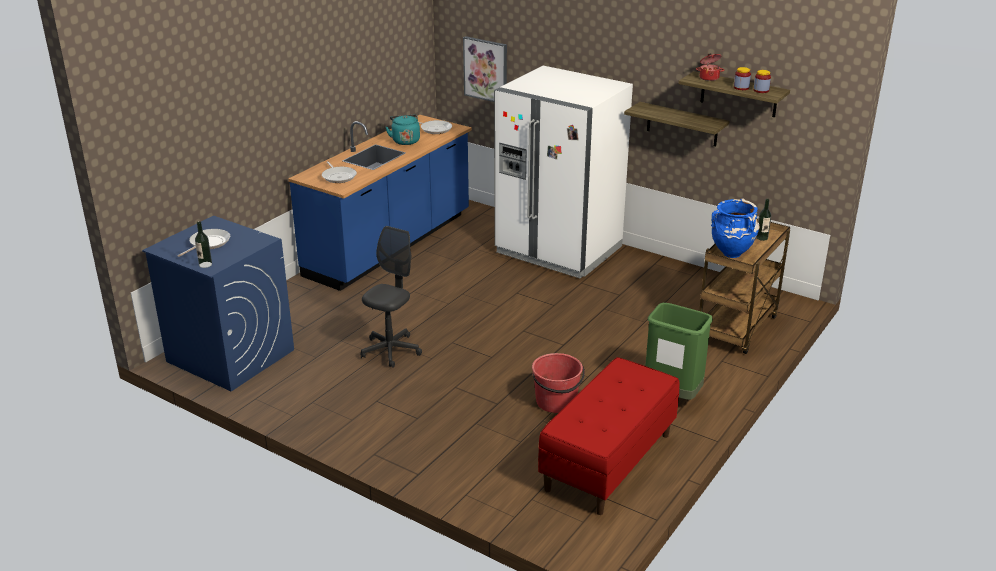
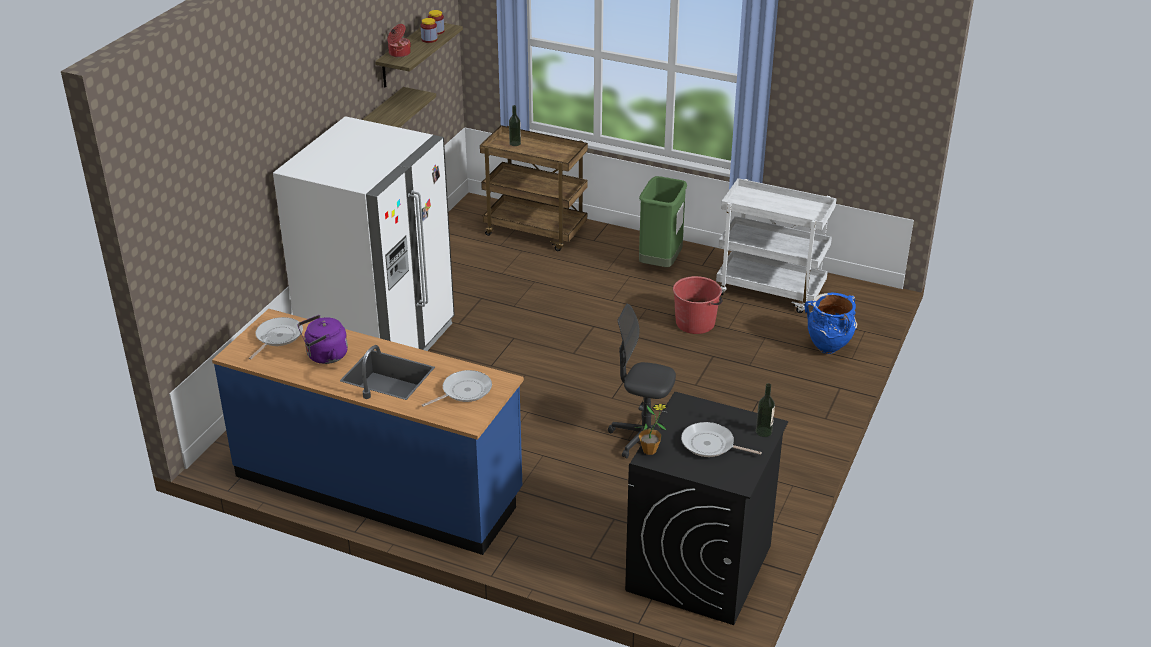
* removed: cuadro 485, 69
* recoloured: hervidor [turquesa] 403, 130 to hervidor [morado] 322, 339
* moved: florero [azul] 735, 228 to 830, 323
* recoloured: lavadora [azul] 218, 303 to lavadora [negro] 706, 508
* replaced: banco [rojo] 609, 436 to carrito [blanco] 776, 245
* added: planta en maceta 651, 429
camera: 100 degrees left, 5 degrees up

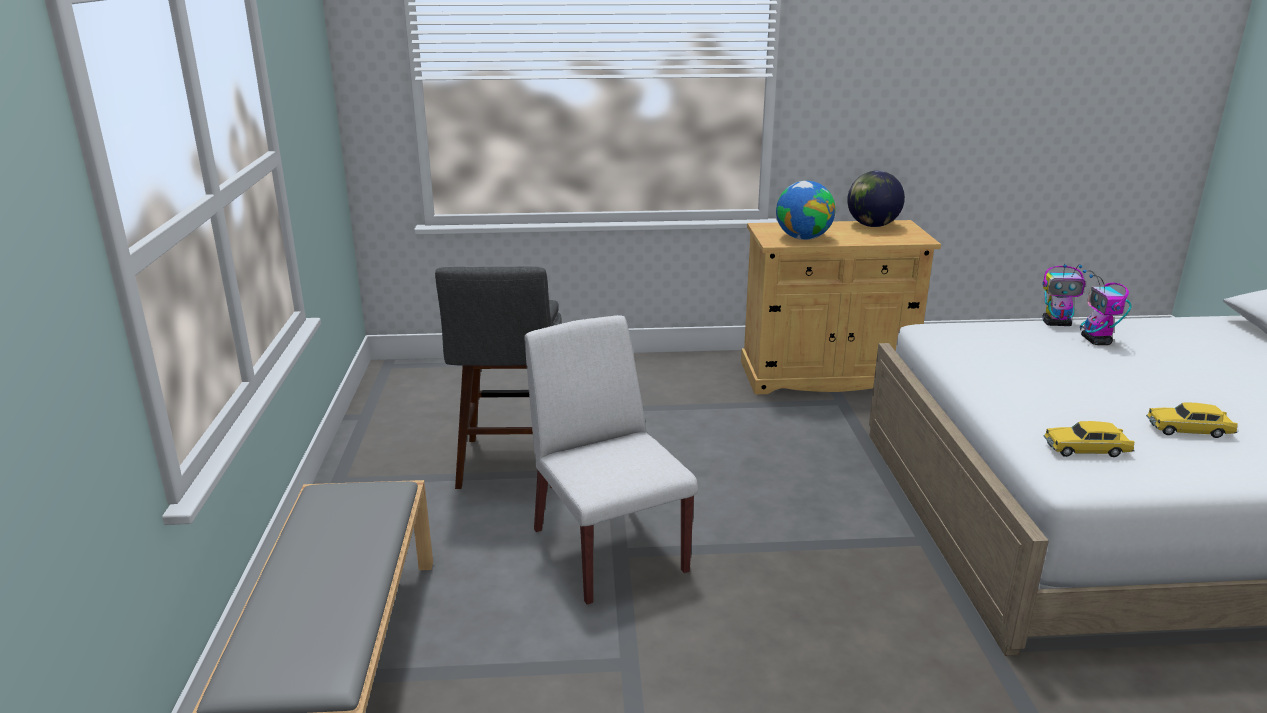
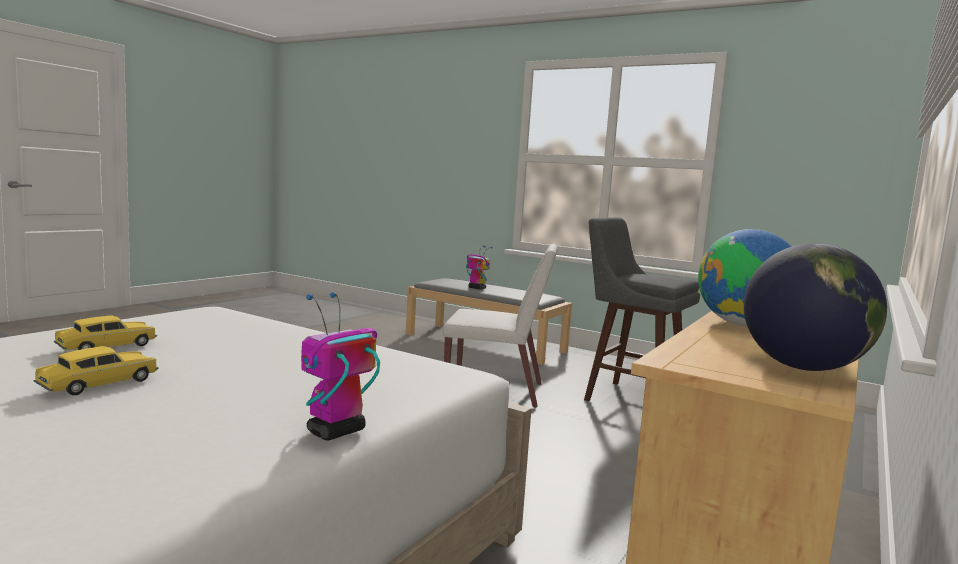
* moved: robot de juguete 1106, 307 to 479, 268
* moved: coche de juguete [amarillo] 1088, 439 to 96, 370
camera: 125 degrees right, 15 degrees down

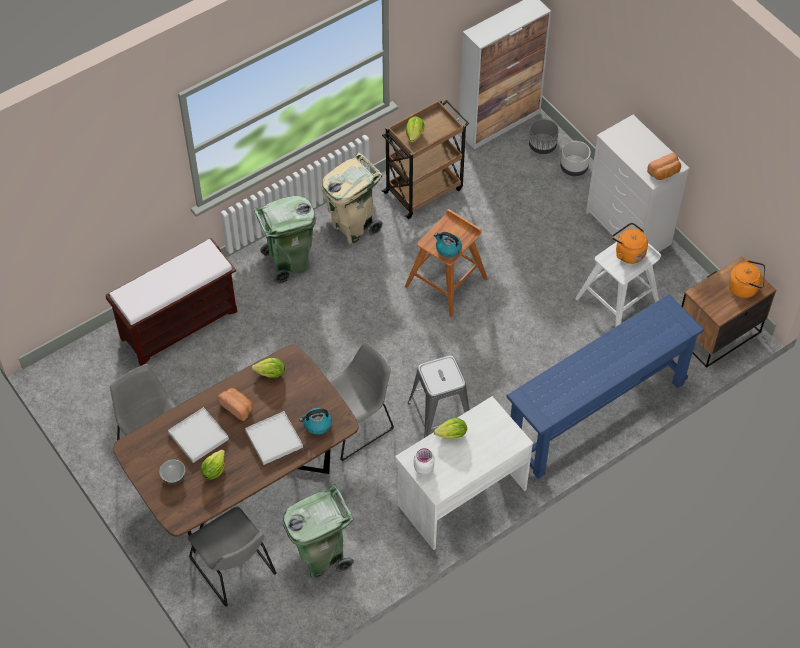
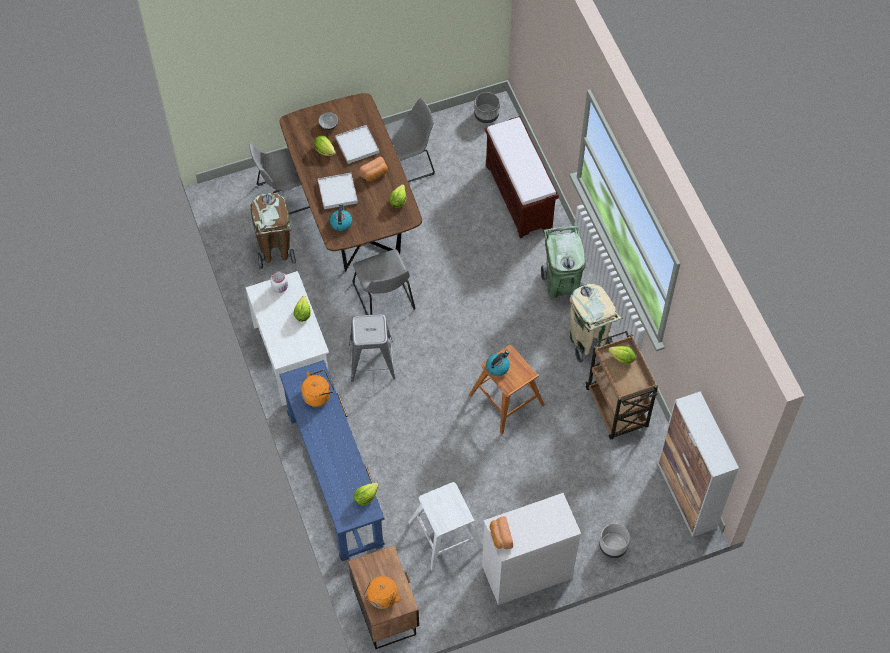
* moved: maceta [gris] 544, 136 to 487, 108
* moved: hervidor [naranja] 630, 243 to 317, 388
* recoloured: papelera [verde] 318, 531 to papelera [marrón] 273, 231
* added: lechuga 366, 493
camera: 105 degrees right, 5 degrees up

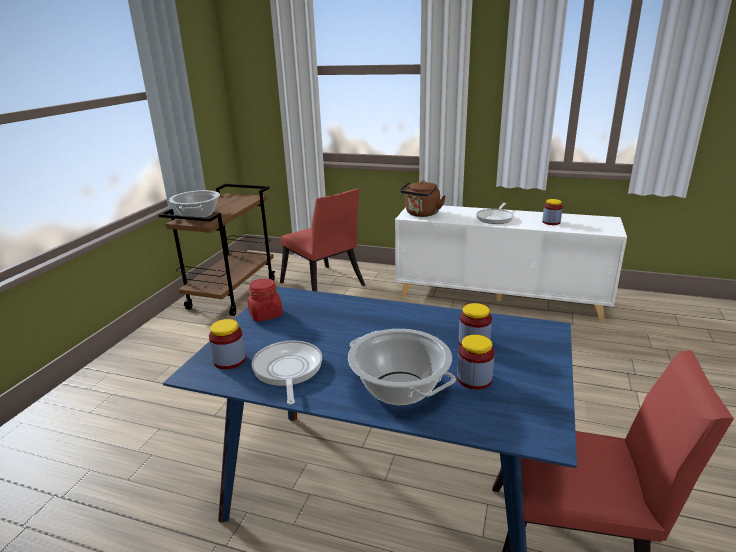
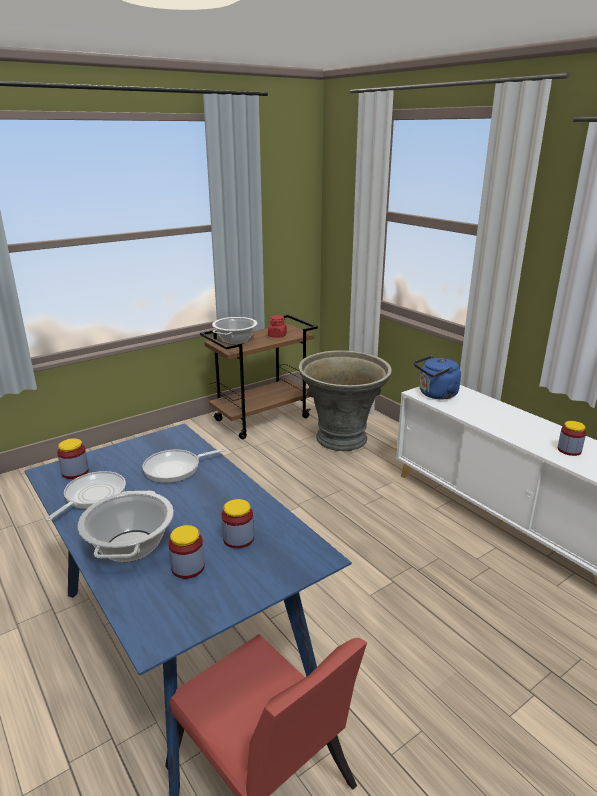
* recoloured: hervidor [marrón] 423, 199 to hervidor [azul] 437, 377
* replaced: silla [rojo] 322, 240 to maceta [gris] 345, 400
* moved: sartén 495, 213 to 184, 465
* moved: tarro [rojo] 265, 299 to 277, 326
camera: 35 degrees right, 0 degrees up

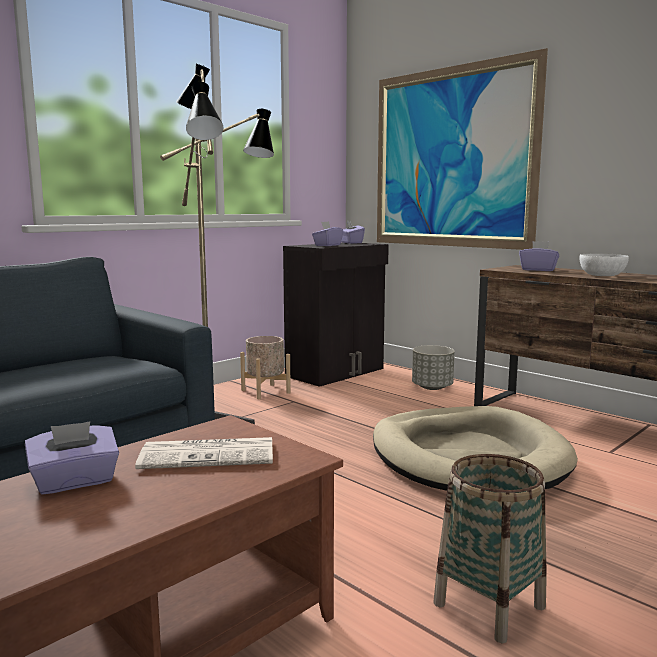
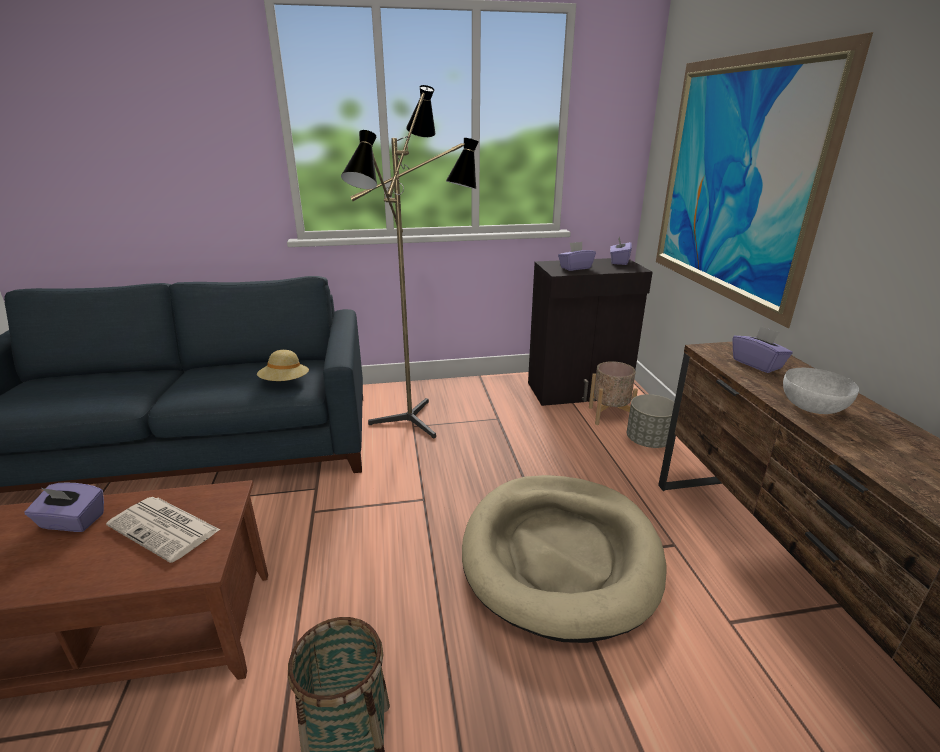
* moved: maceta [beis] 265, 367 to 613, 393
* added: sombrero [beis] 283, 365
camera: 35 degrees right, 15 degrees up

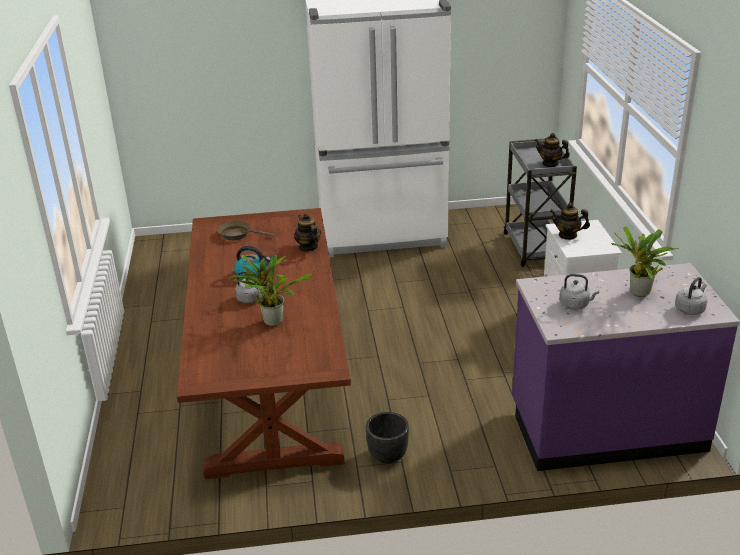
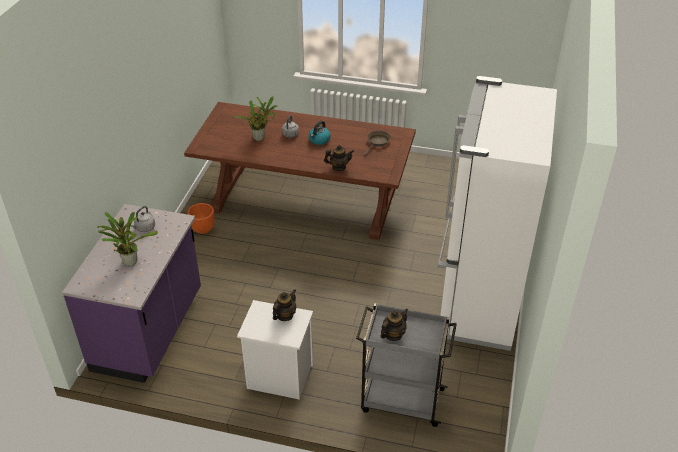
* removed: hervidor [gris] 691, 296
* recoloured: maceta [negro] 387, 438 to maceta [naranja] 201, 218
camera: 110 degrees right, 10 degrees up

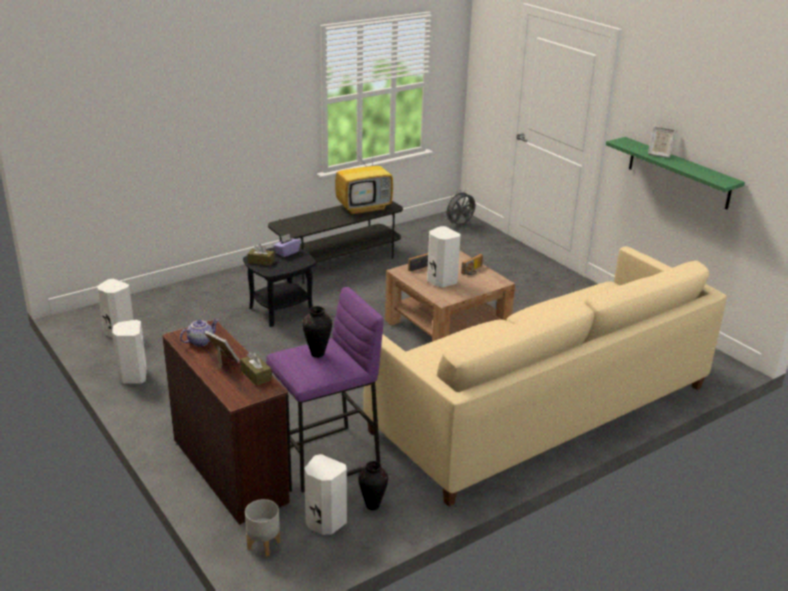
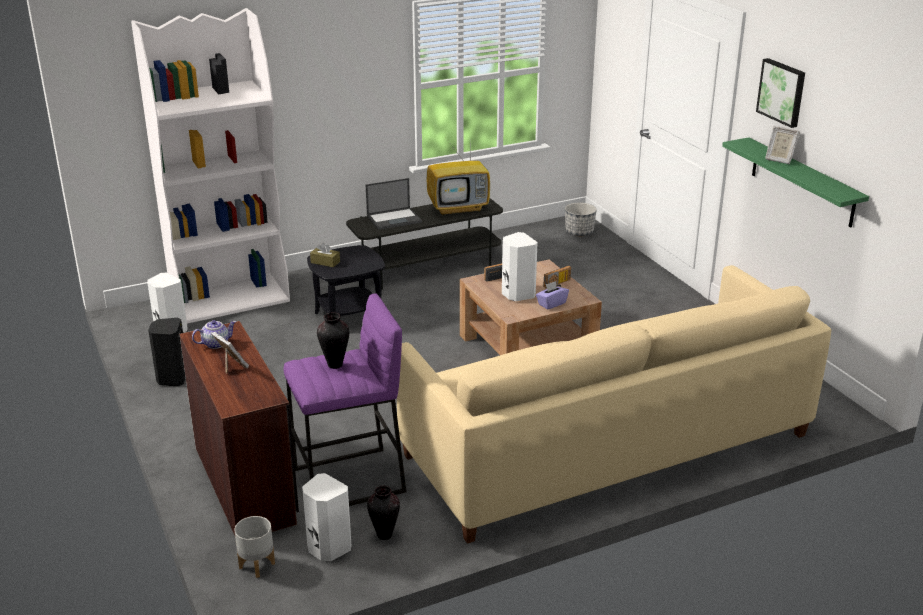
* replaced: ventilador [gris] 460, 207 to maceta 581, 219
* moved: caja de pañuelos [morado] 287, 245 to 552, 295
* recoloured: altavoz [blanco] 129, 352 to altavoz [negro] 167, 352
* removed: caja de pañuelos [marrón] 256, 369
* added: estantería [blanco] 210, 166
* added: cuadro 780, 93
* added: portátil 394, 204
camera: 10 degrees right, 0 degrees up

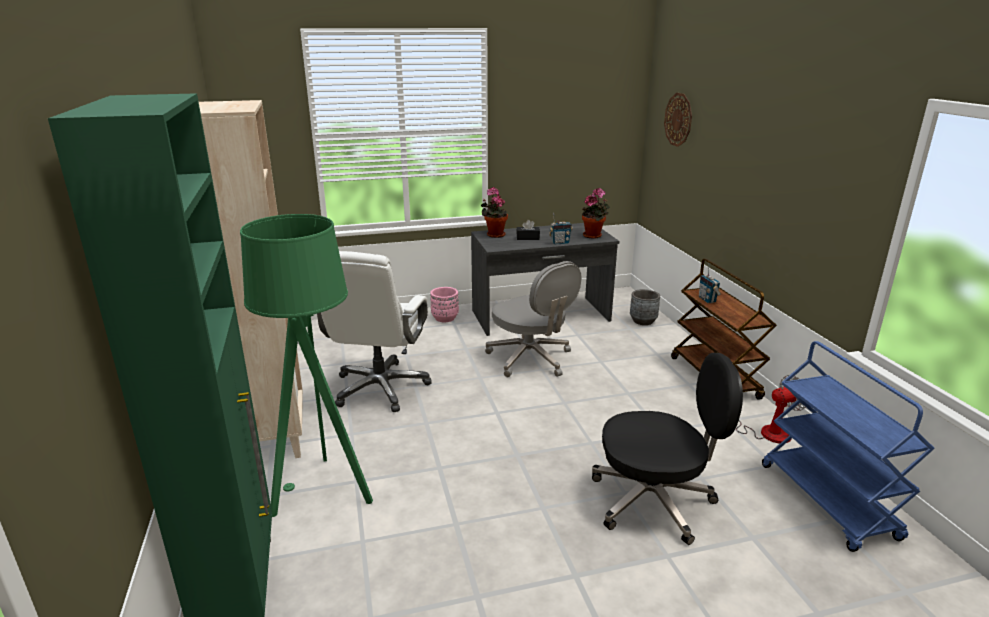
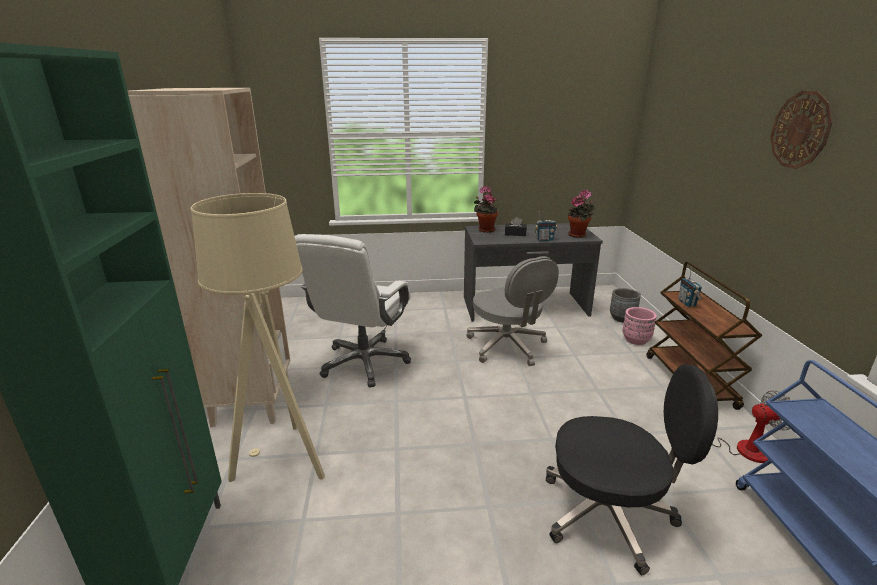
* moved: reloj de pared 678, 120 to 801, 130
* recoloured: lámpara de pie [verde] 306, 365 to lámpara de pie [beis] 258, 337
* moved: maceta [rosa] 444, 304 to 639, 326
camera: 10 degrees right, 0 degrees up

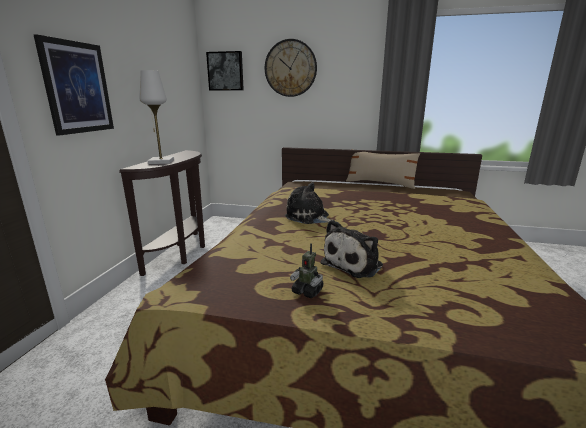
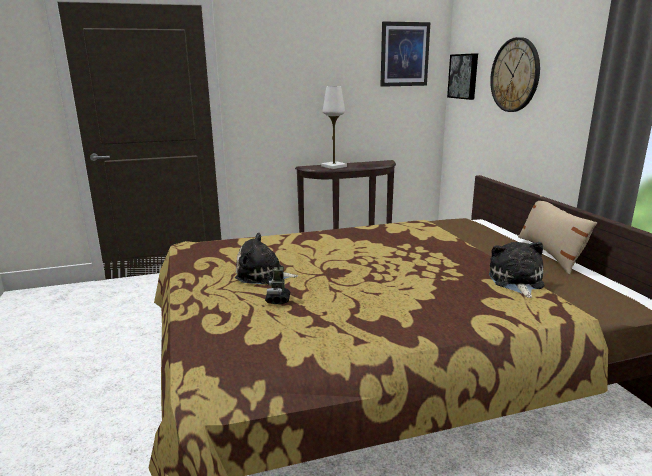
* moved: cuadro 74, 85 to 405, 54
* moved: peluche 307, 203 to 516, 270
* moved: robot de juguete 307, 270 to 278, 282
camera: 60 degrees right, 0 degrees up

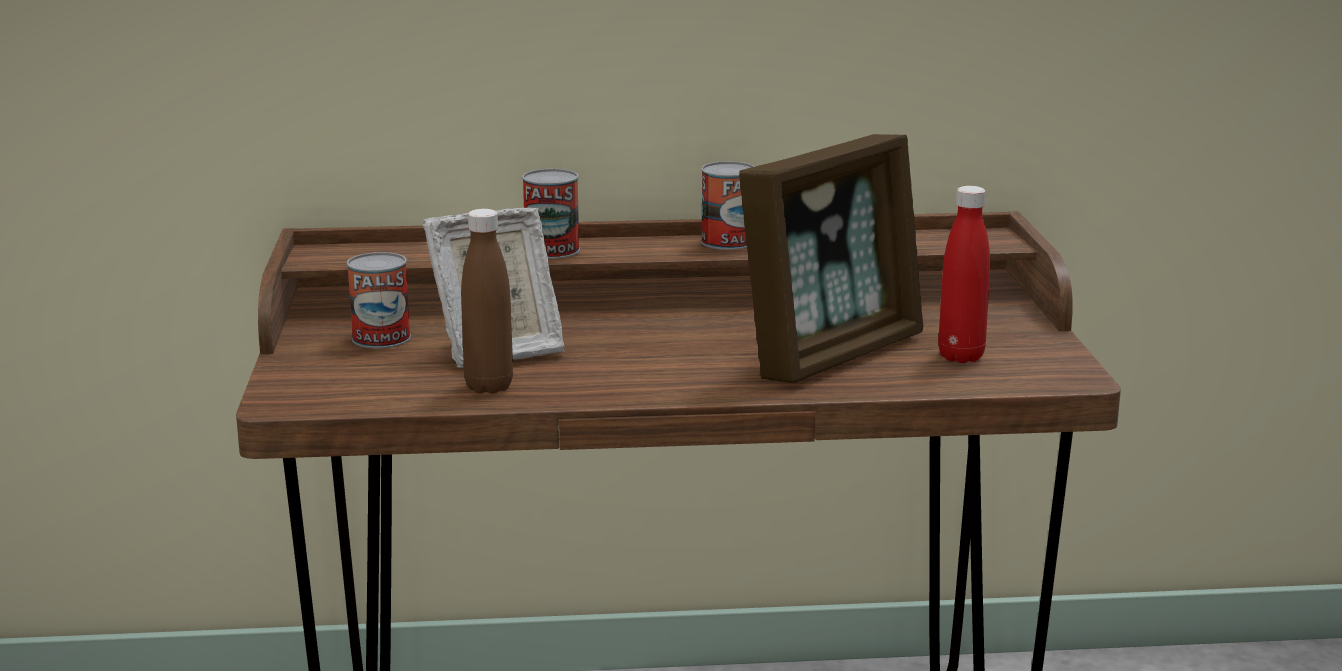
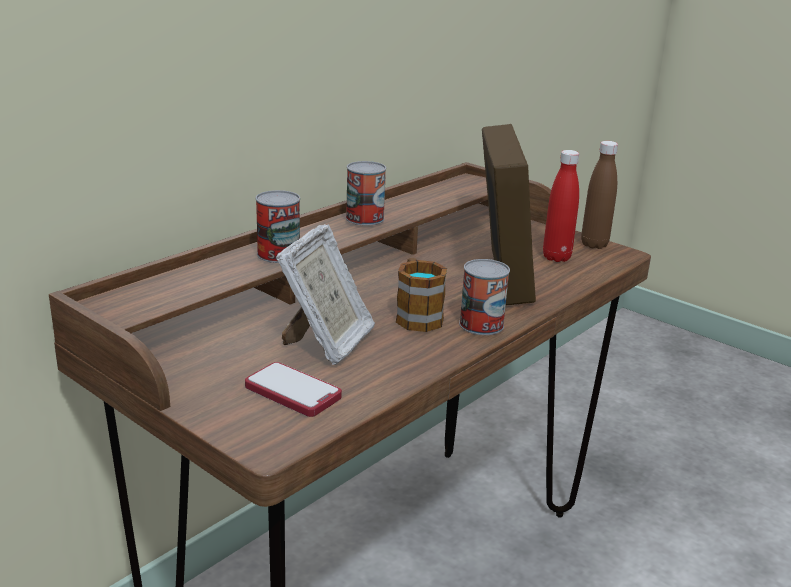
* moved: botella [marrón] 487, 301 to 599, 195
* moved: lata 379, 300 to 484, 297
* added: taza grande 421, 295
* added: móvil 293, 389
camera: 45 degrees left, 5 degrees up

